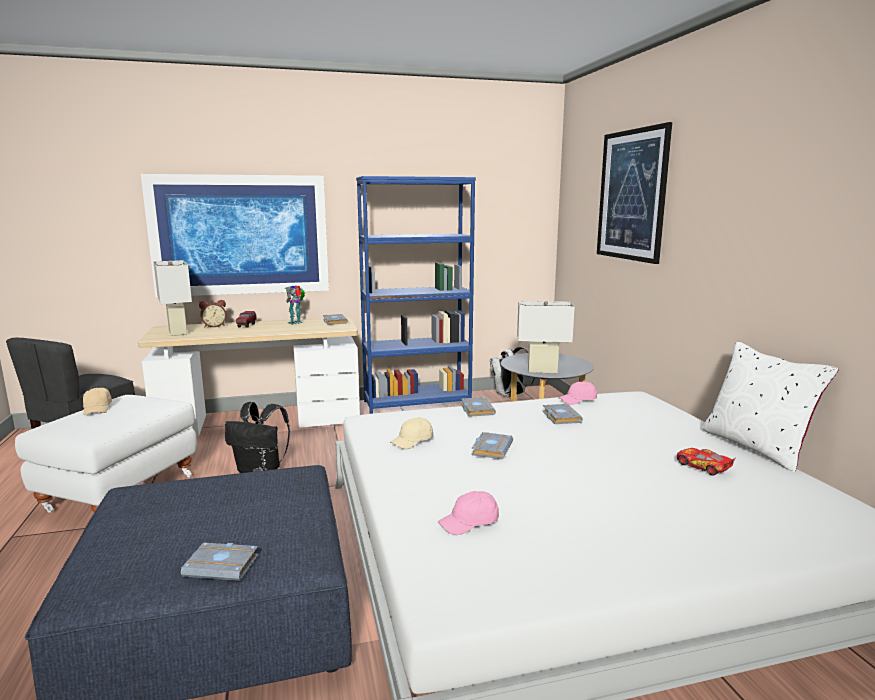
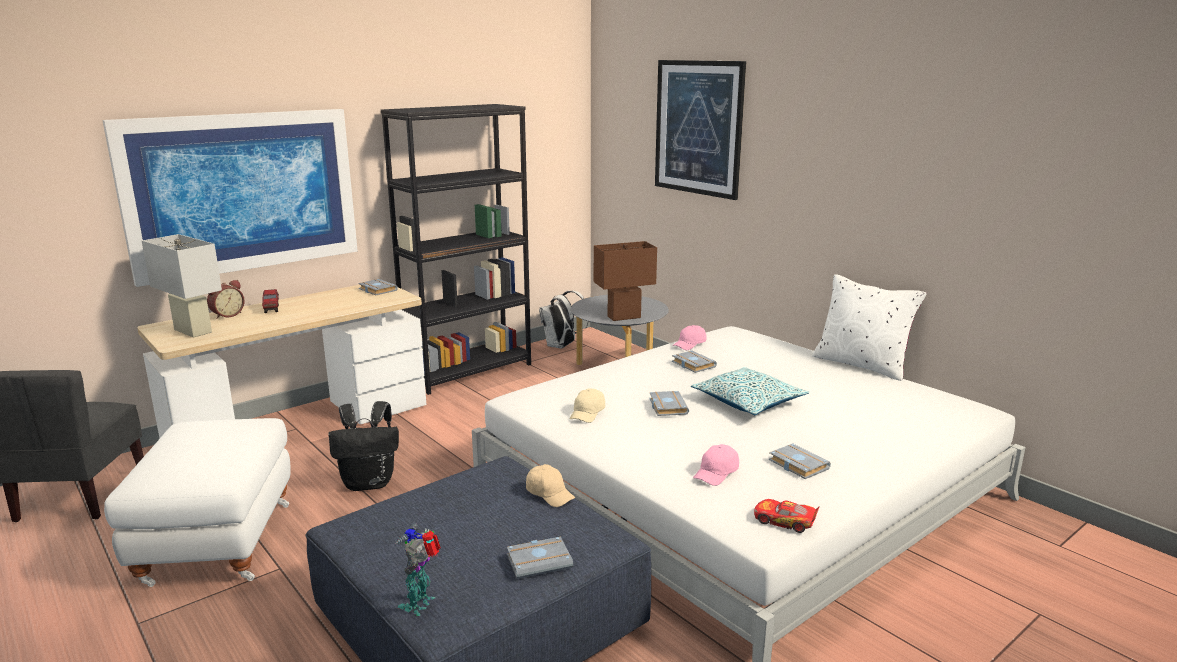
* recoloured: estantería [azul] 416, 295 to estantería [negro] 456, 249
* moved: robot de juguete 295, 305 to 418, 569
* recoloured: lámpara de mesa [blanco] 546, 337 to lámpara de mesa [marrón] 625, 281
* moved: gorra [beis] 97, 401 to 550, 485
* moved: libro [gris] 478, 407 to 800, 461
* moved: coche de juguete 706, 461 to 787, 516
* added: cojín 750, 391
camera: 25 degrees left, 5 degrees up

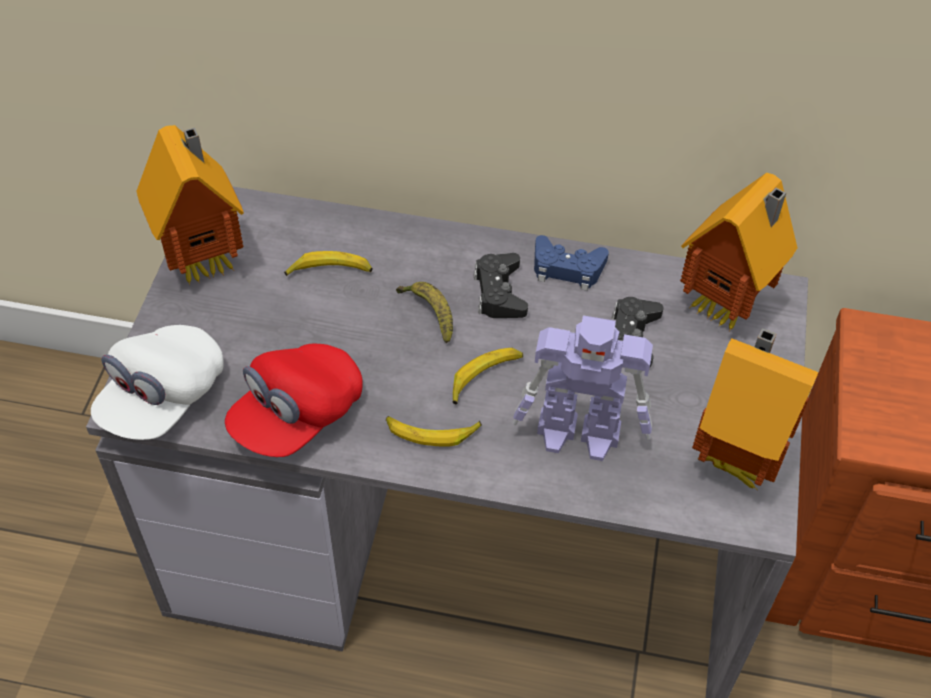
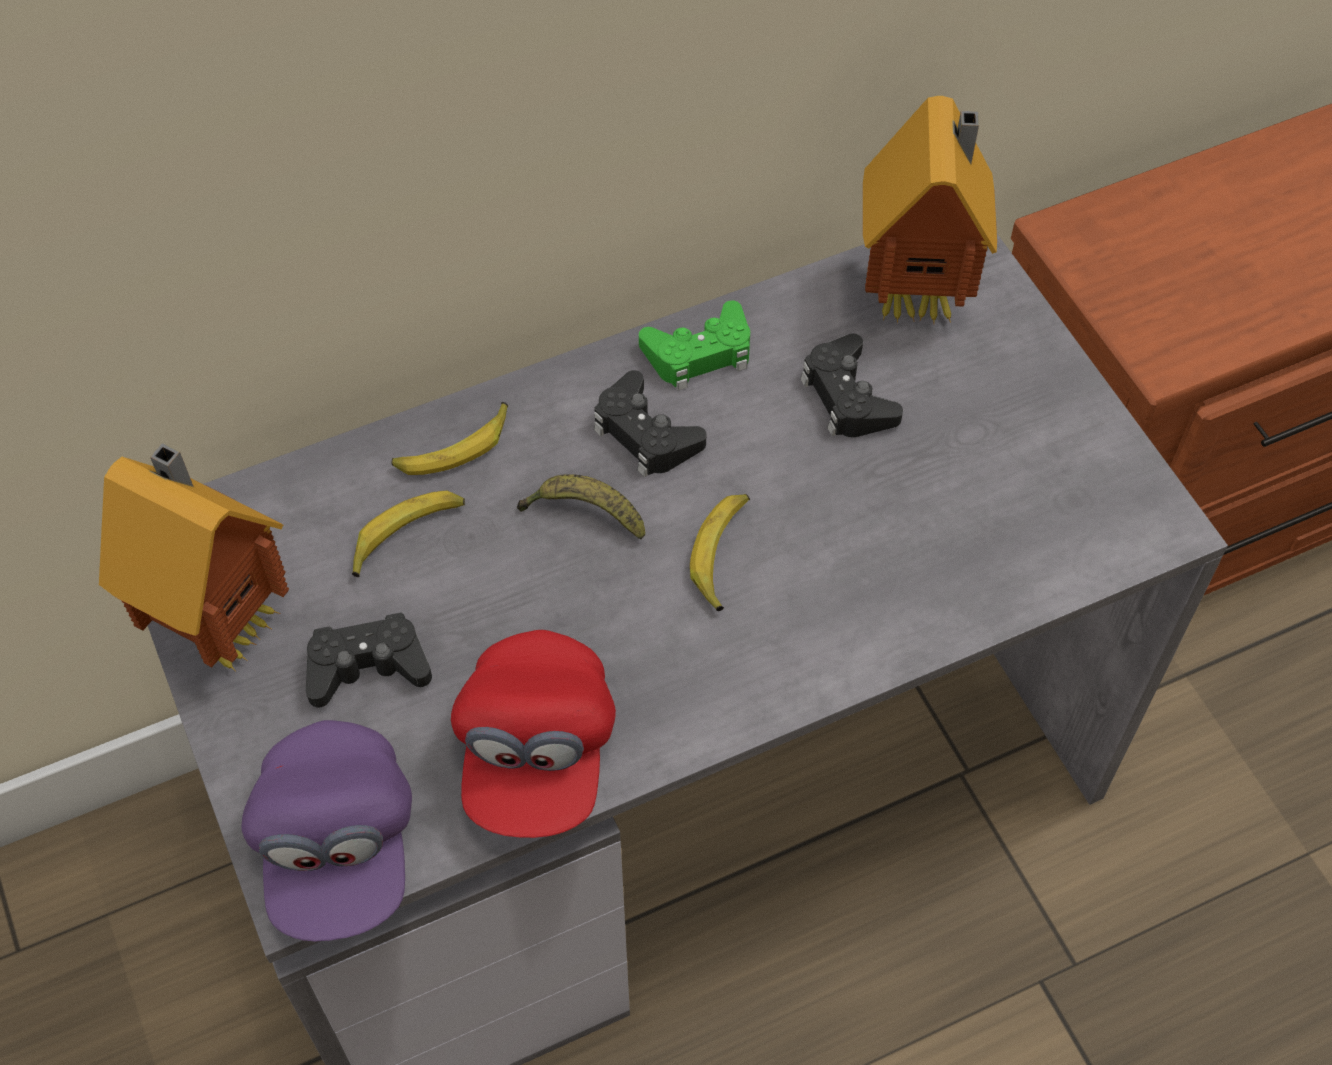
* recoloured: mando de consola [azul] 571, 263 to mando de consola [verde] 694, 345
* removed: robot de juguete 582, 388
* recoloured: gorra [blanco] 157, 382 to gorra [morado] 326, 831
* removed: casita 755, 409
* moved: plátano 434, 431 to 450, 438
* added: mando de consola [negro] 369, 659
camera: 35 degrees left, 5 degrees up

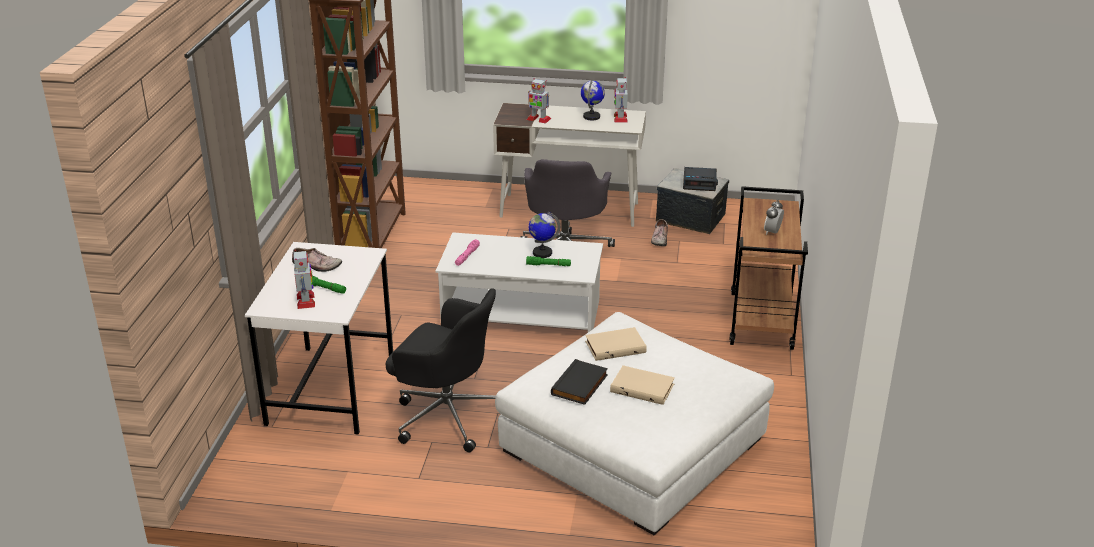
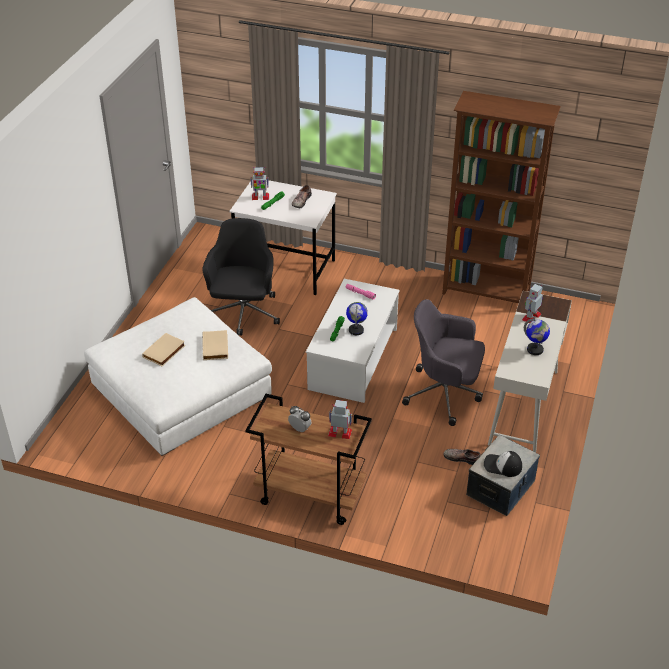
* moved: robot de juguete 621, 100 to 340, 419
* replaced: despertador 700, 179 to gorra 503, 464
* turned: silla de oficina [negro] 441, 370 = 241, 276 150 degrees clockwise
* removed: libro [negro] 579, 382
camera: 100 degrees right, 10 degrees up

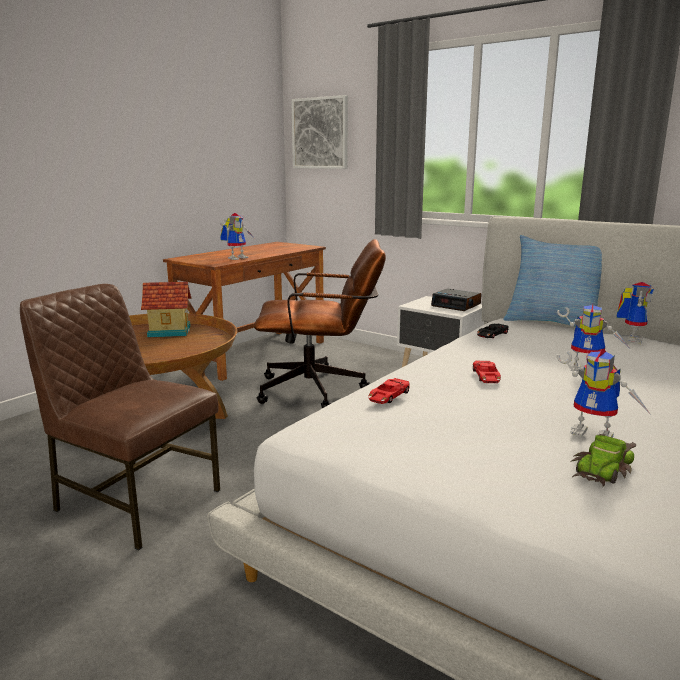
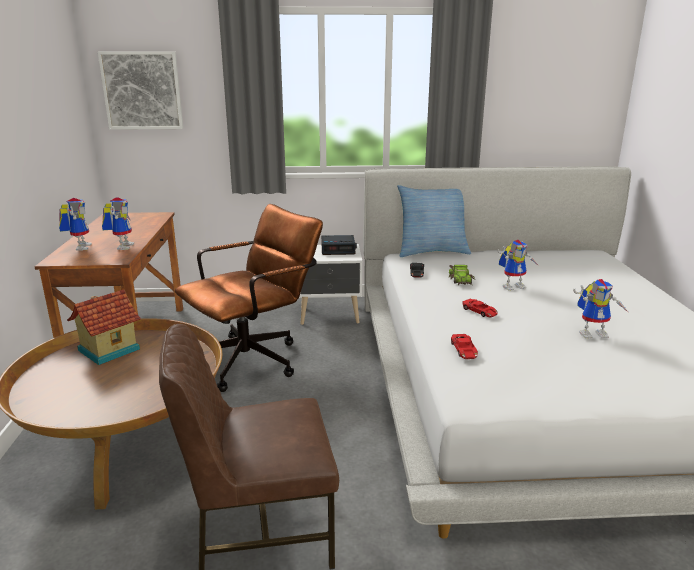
* moved: robot de juguete 635, 313 to 75, 224
* moved: coche de juguete 603, 460 to 461, 275
camera: 40 degrees left, 5 degrees up

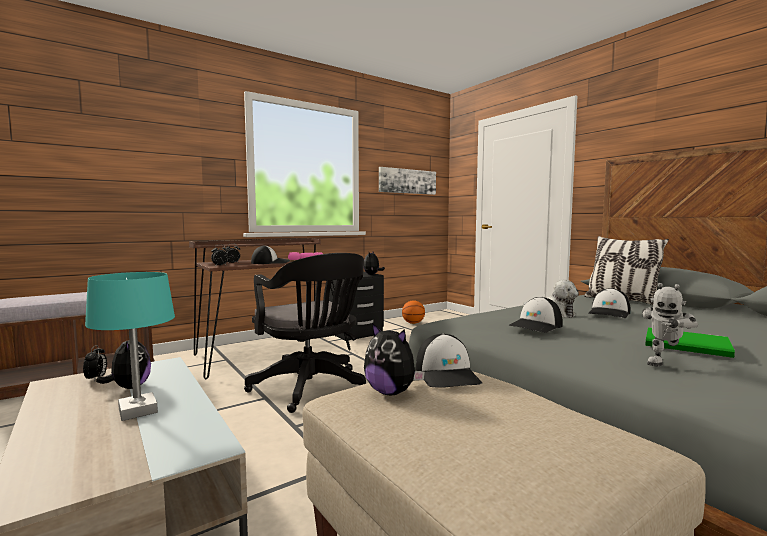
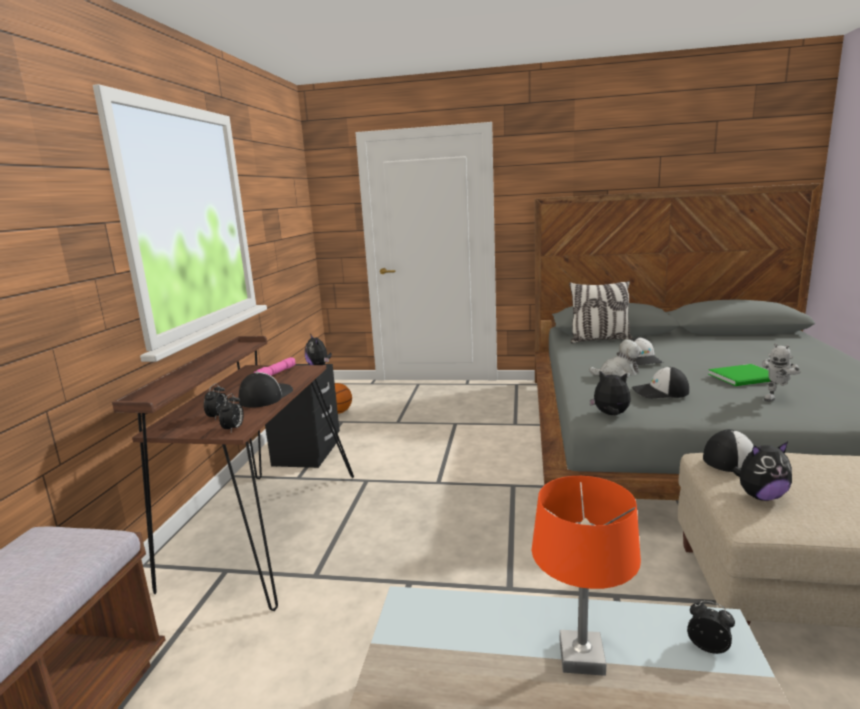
* removed: cuadro 407, 181
* removed: silla de oficina [negro] 305, 333
* recoloured: lámpara de mesa [turquesa] 130, 346 to lámpara de mesa [naranja] 586, 576
* turned: robot de juguete 670, 324 = 781, 372 45 degrees clockwise
* turned: gorra 535, 315 = 660, 383 90 degrees clockwise
* moved: peluche 123, 365 to 610, 393
* moved: despertador 95, 363 to 711, 627
camera: 45 degrees left, 10 degrees up

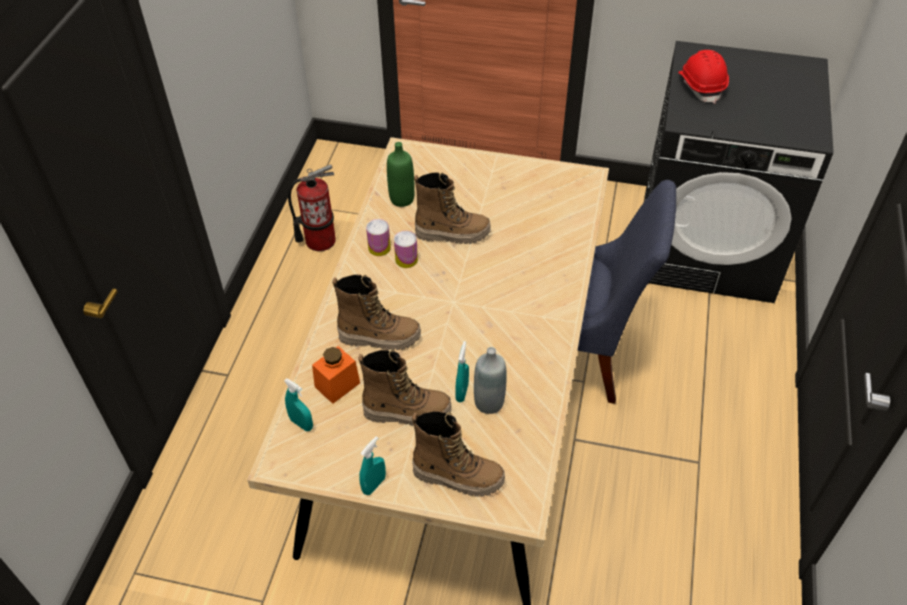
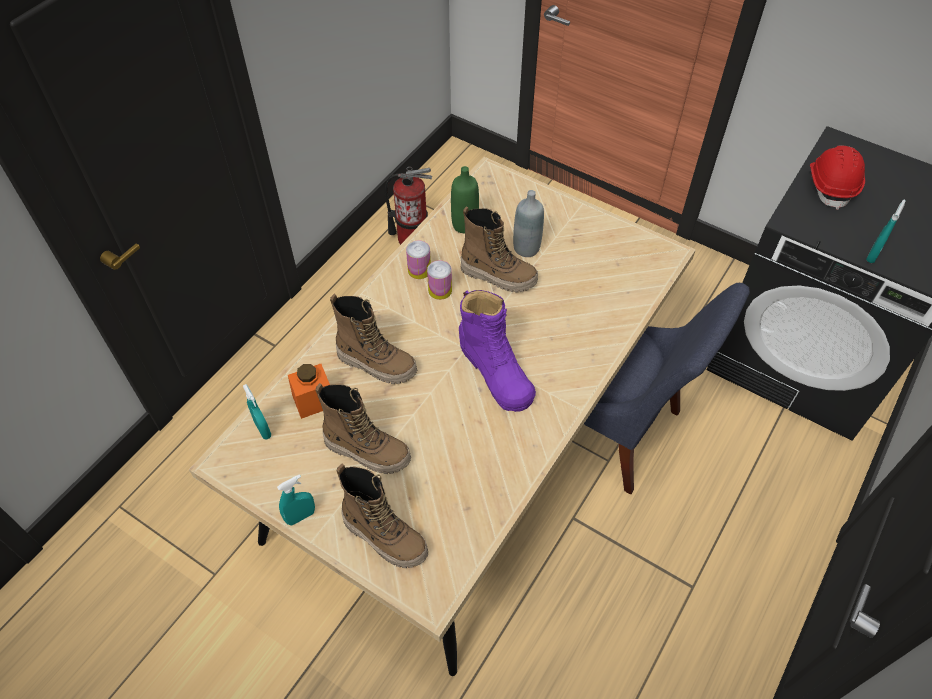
* moved: pulverizador [turquesa] 462, 371 to 886, 231
* moved: botella [gris] 490, 380 to 528, 223
* added: bota [morado] 497, 351
camera: 20 degrees right, 5 degrees up

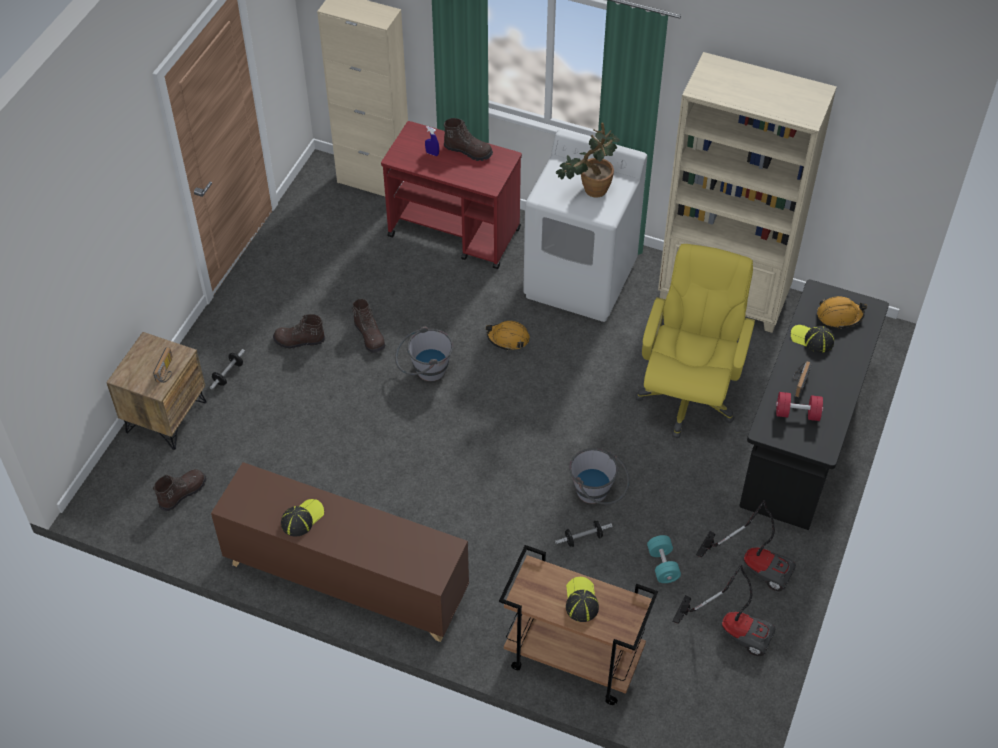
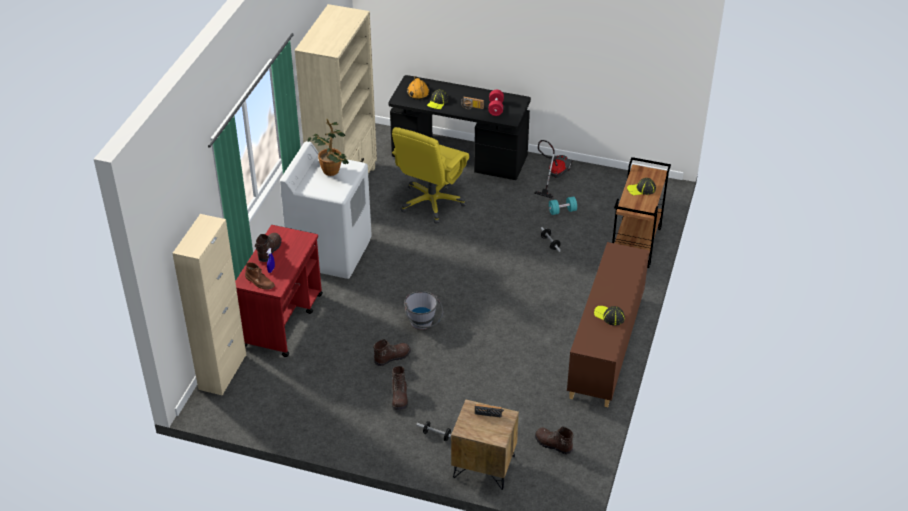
* turned: silla de oficina [amarillo] 695, 341 = 430, 175 75 degrees counterclockwise
* removed: casco [naranja] 508, 336
* removed: cubo [gris] 599, 476
* removed: aspiradora 723, 610
* added: bota [marrón] 260, 276
camera: 95 degrees left, 10 degrees down

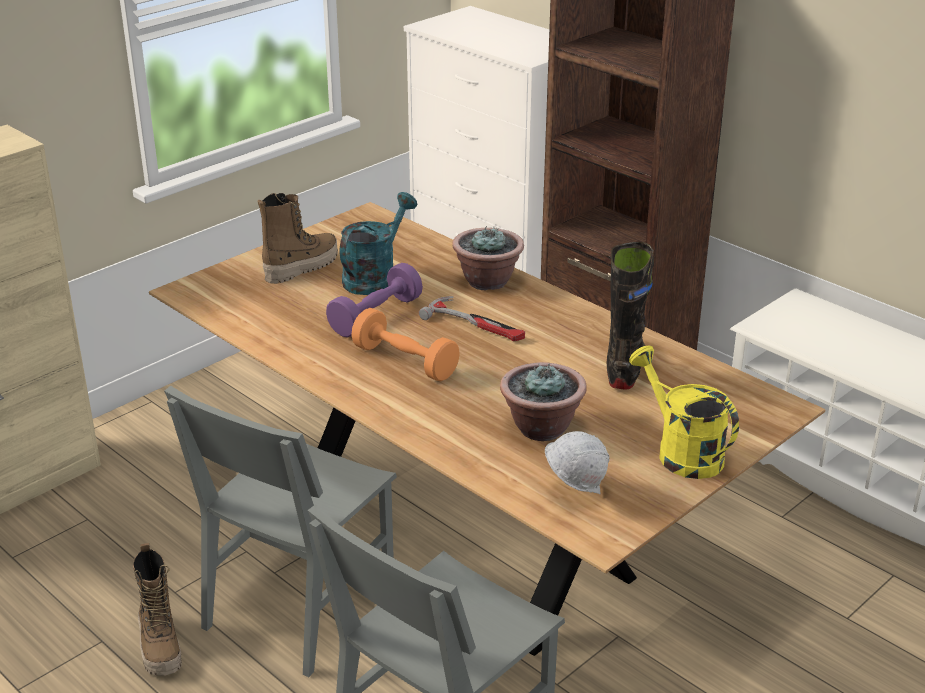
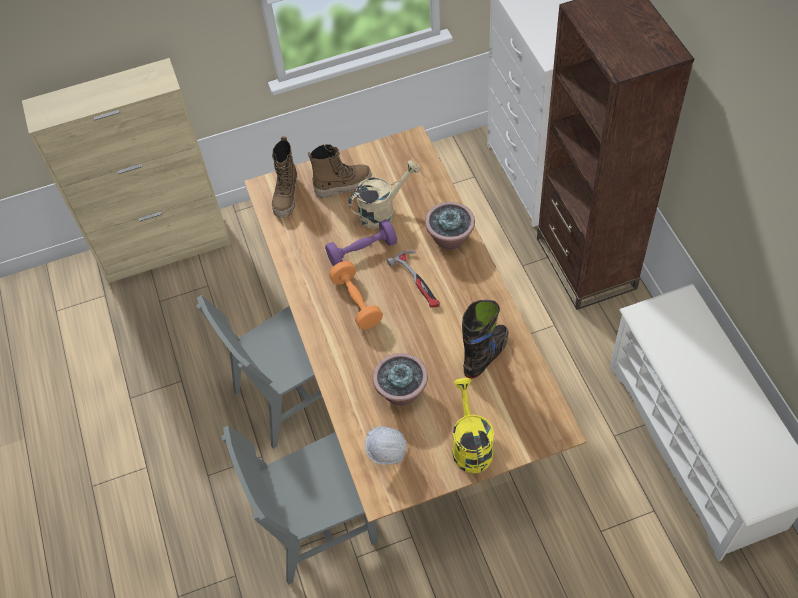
* recoloured: regadera [turquesa] 378, 243 to regadera [beis] 384, 194
* moved: bota 157, 609 to 285, 176
camera: 30 degrees right, 25 degrees up

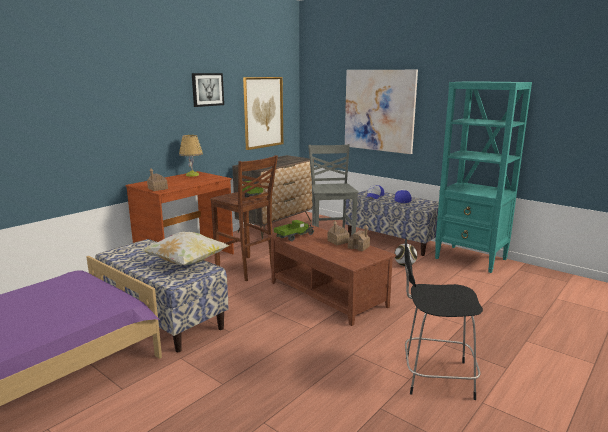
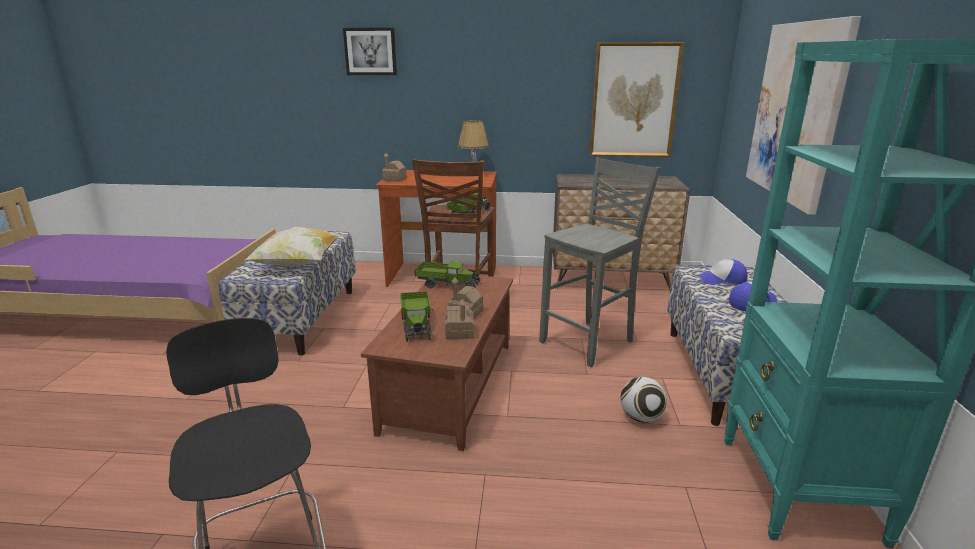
* moved: cuadro 208, 90 to 370, 51
* added: camión de juguete 416, 316
camera: 55 degrees right, 5 degrees up

